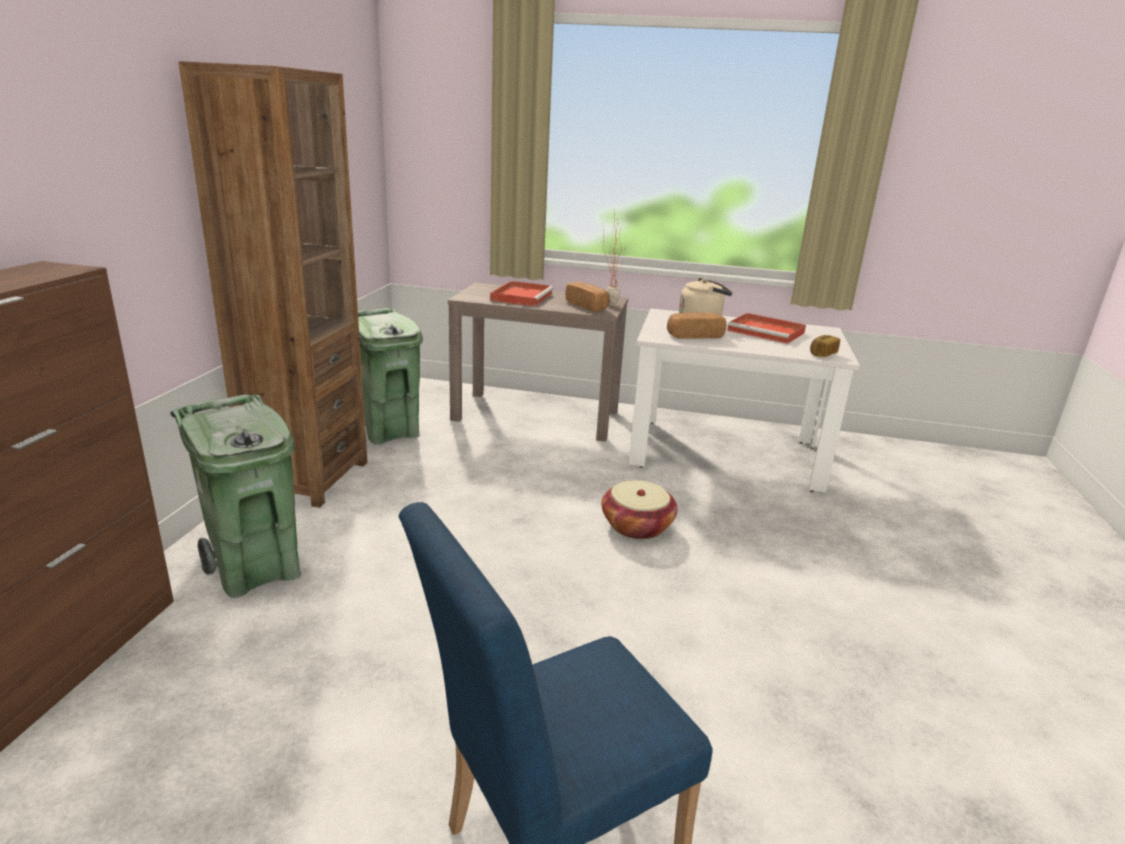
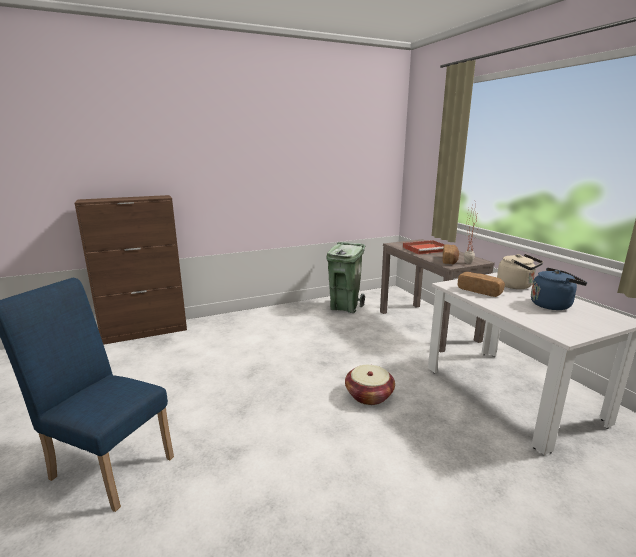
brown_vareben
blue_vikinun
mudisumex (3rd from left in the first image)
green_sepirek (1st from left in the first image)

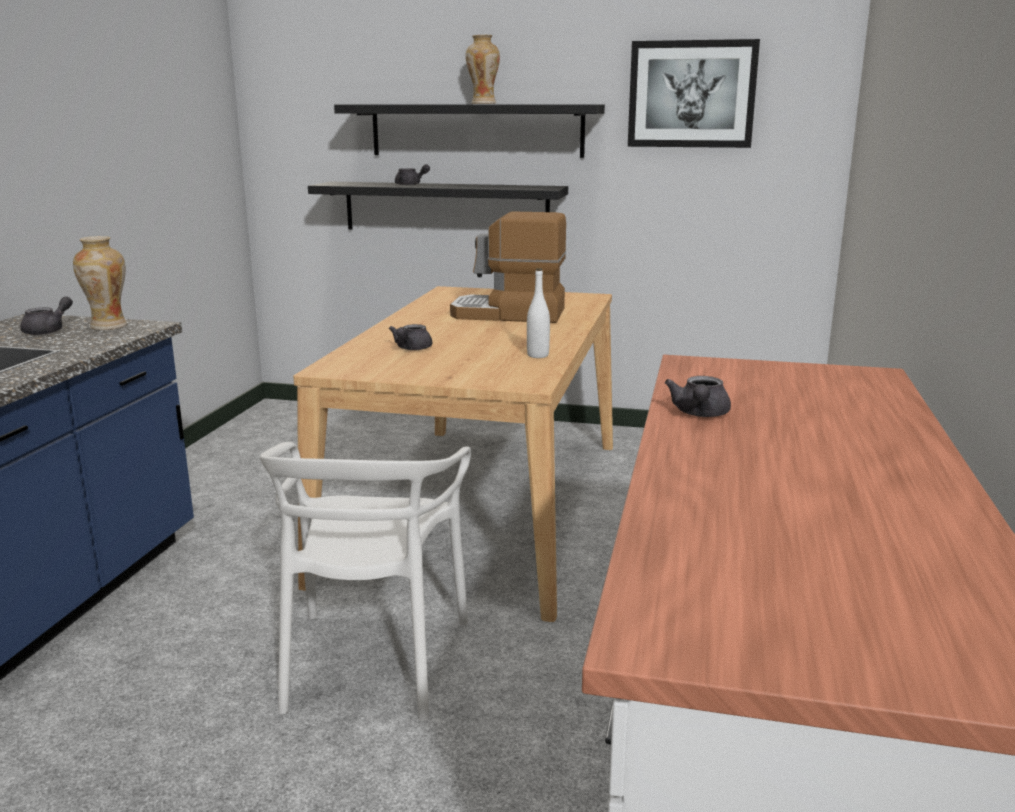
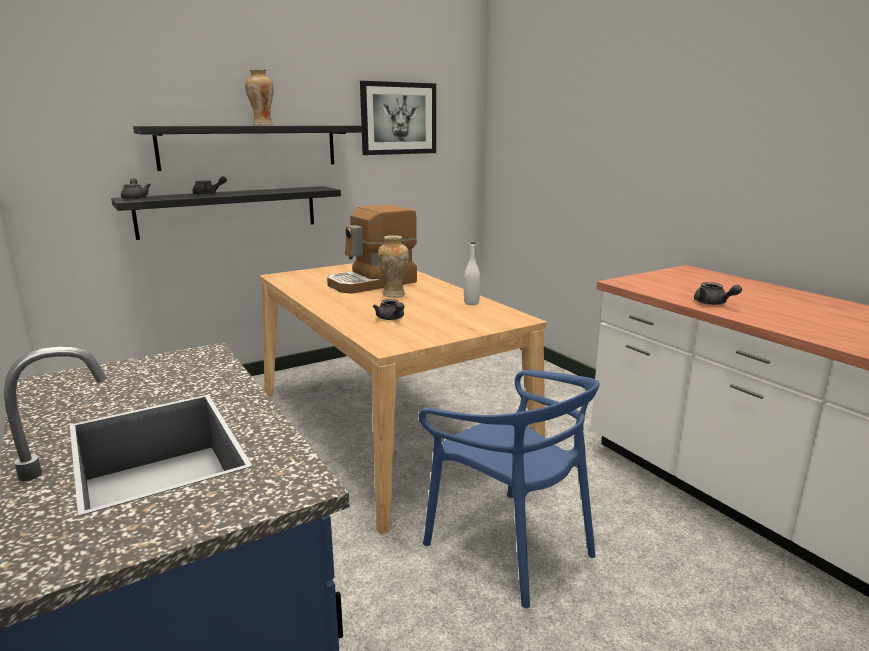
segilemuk (2nd from left)
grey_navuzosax (1st from left)
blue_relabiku

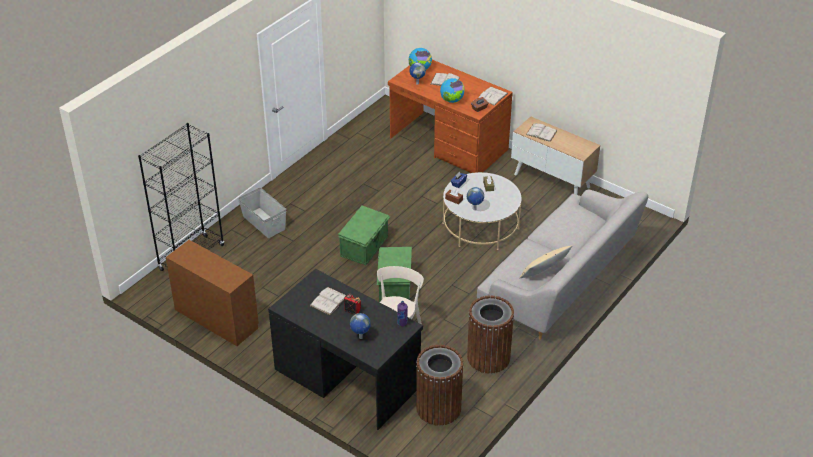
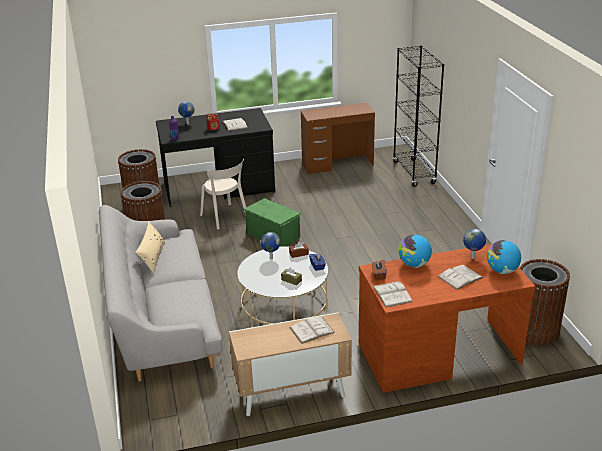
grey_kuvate
green_kuvate (1st from left in the first image)
brown_sepirek (3rd from left)

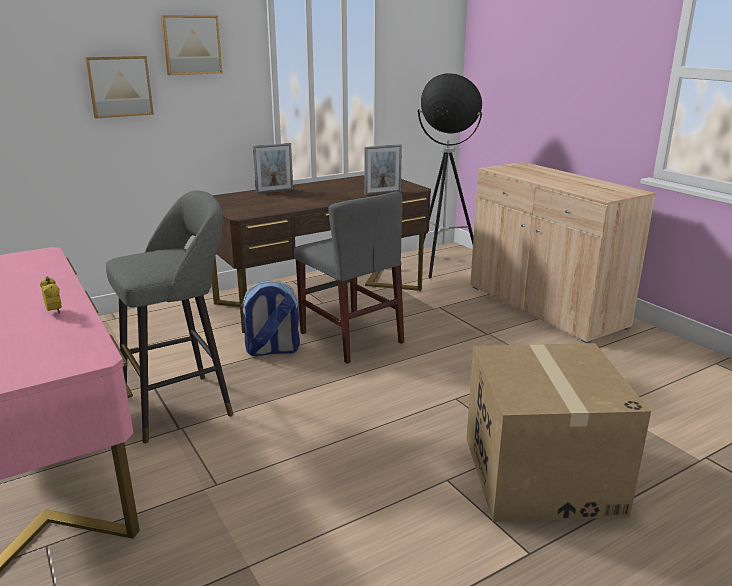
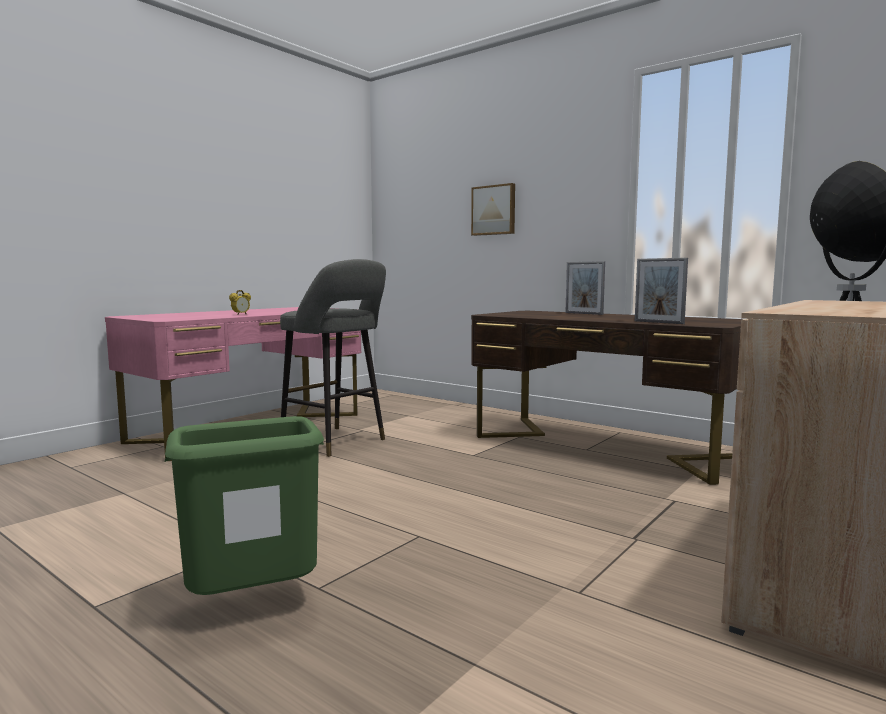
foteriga (2nd from left in the first image)
grey_relabiku
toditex
green_sepirek

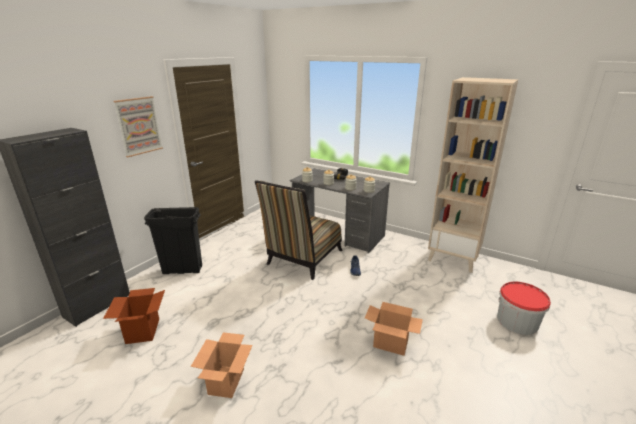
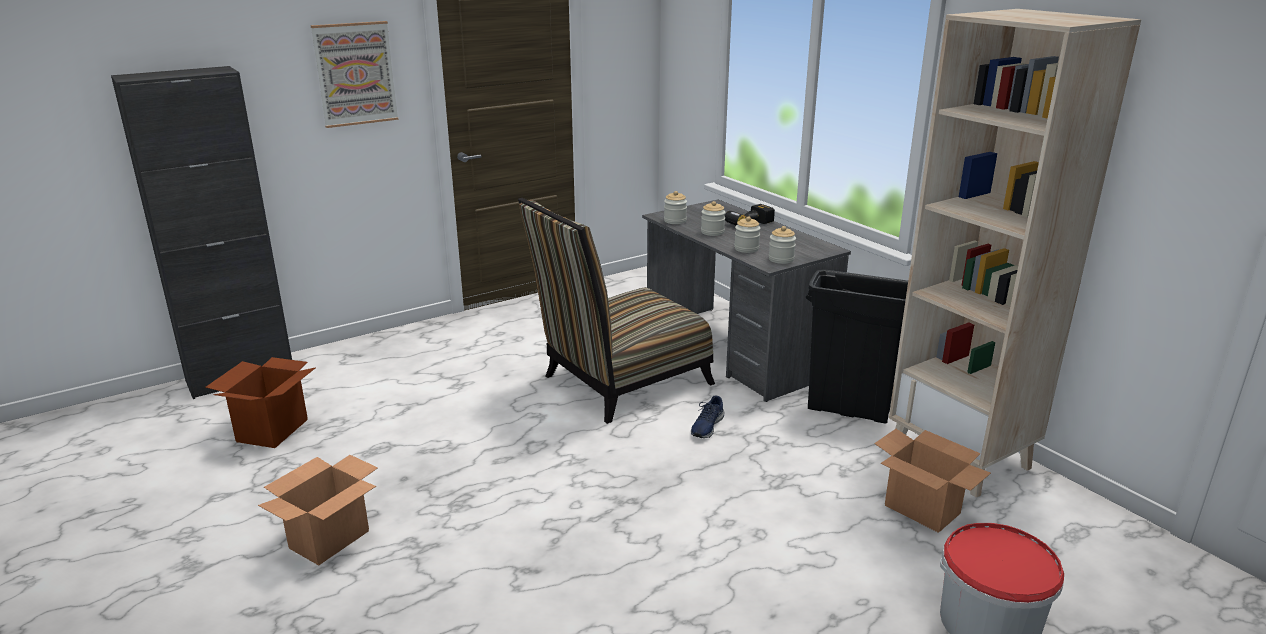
black_sepirek
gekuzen (3rd from left)

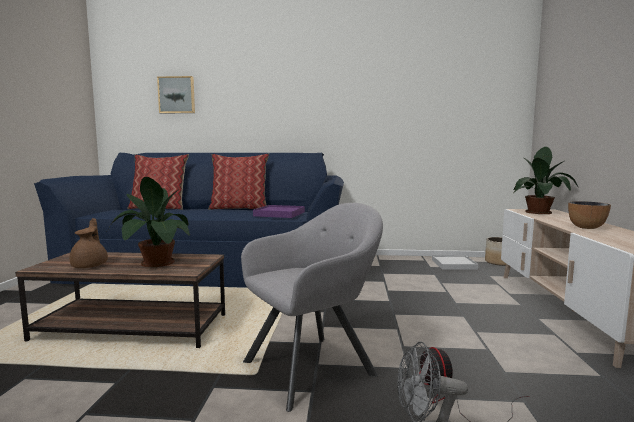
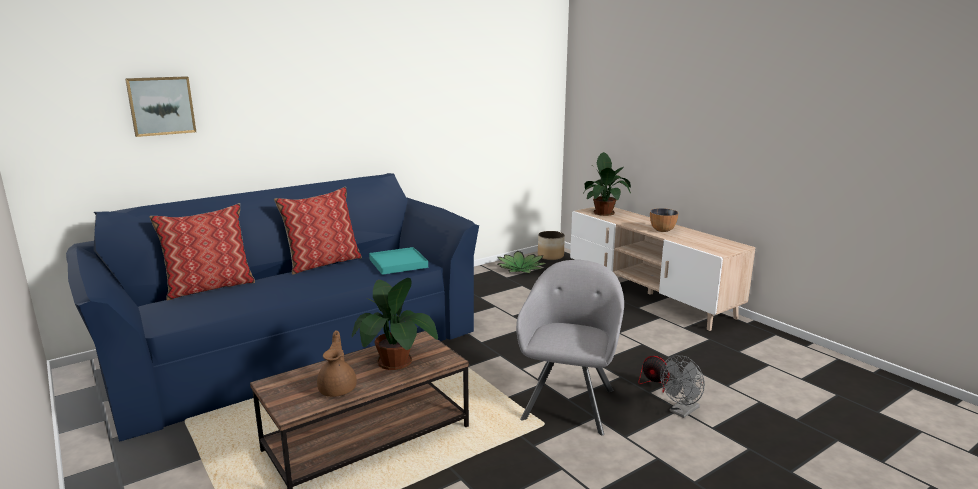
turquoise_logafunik
brown_navuzosax
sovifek (2nd from left)

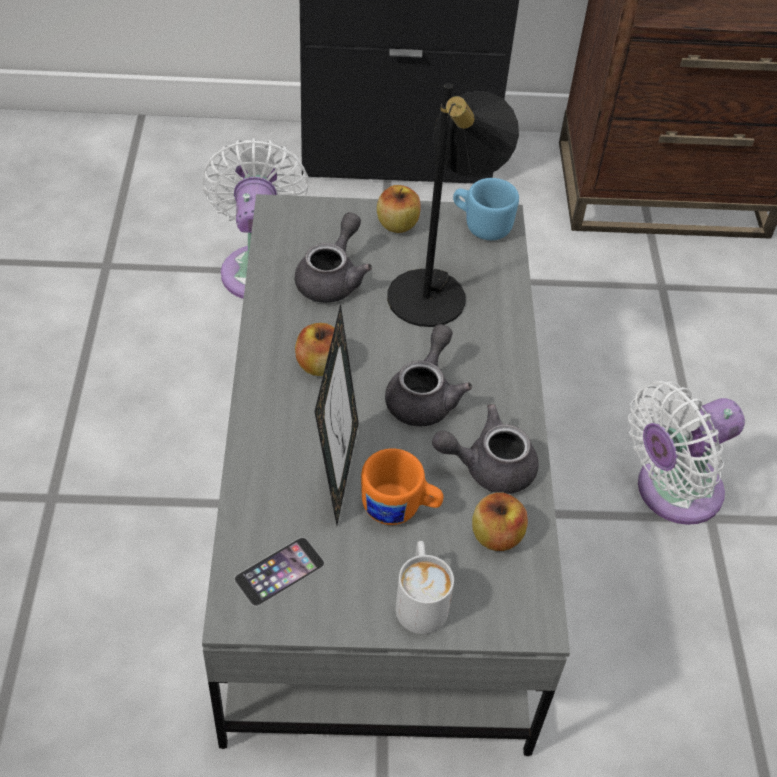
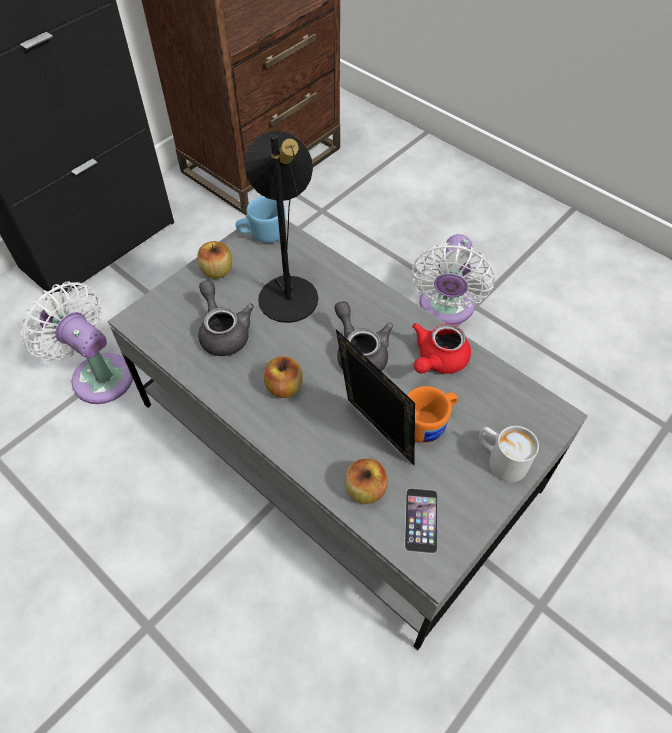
red_navuzosax
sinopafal (3rd from left)

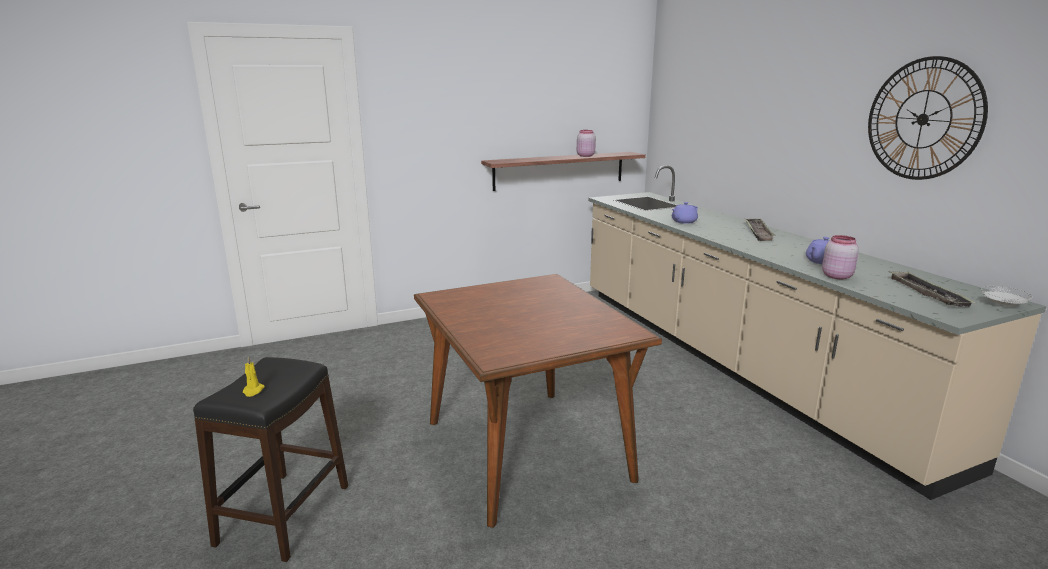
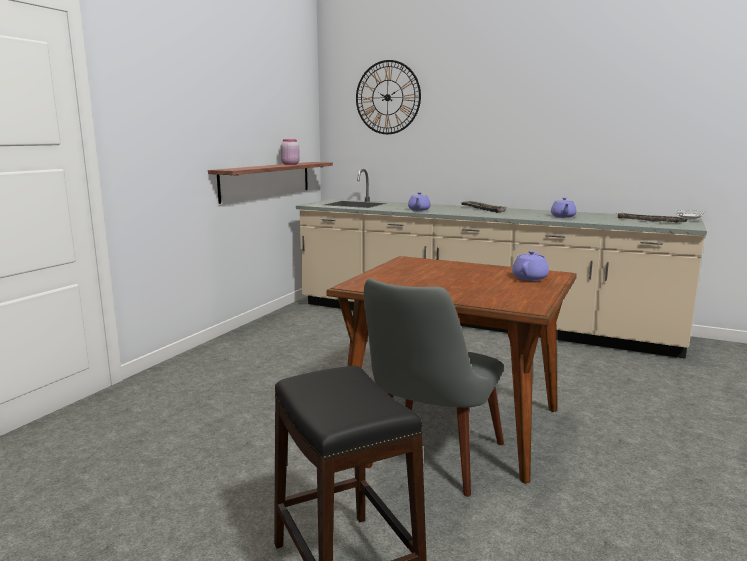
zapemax
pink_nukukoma (2nd from left in the first image)
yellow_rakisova
purple_navuzosax (2nd from left)
grey_relabiku

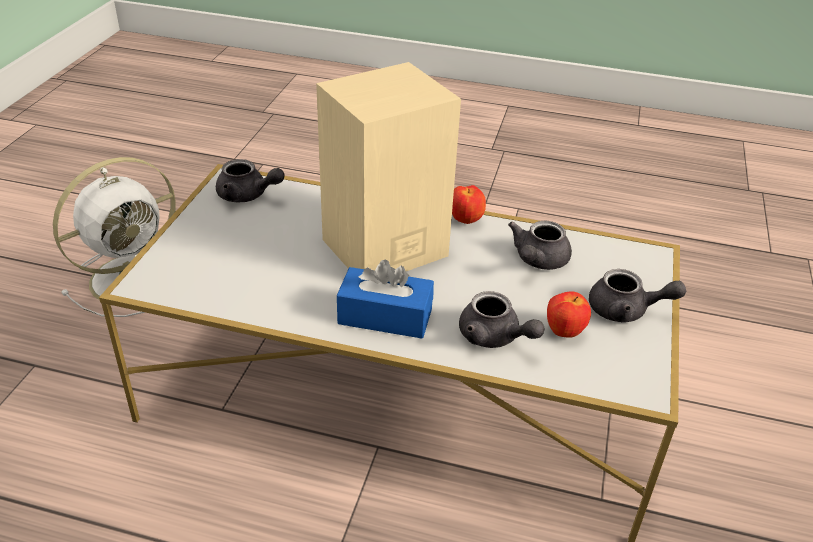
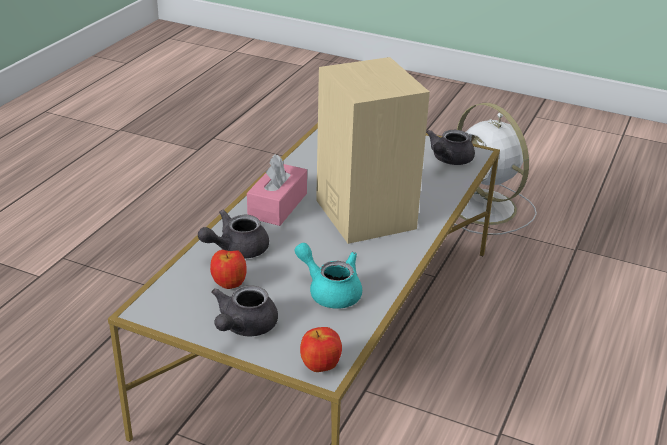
sinopafal (2nd from left)
turquoise_navuzosax
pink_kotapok

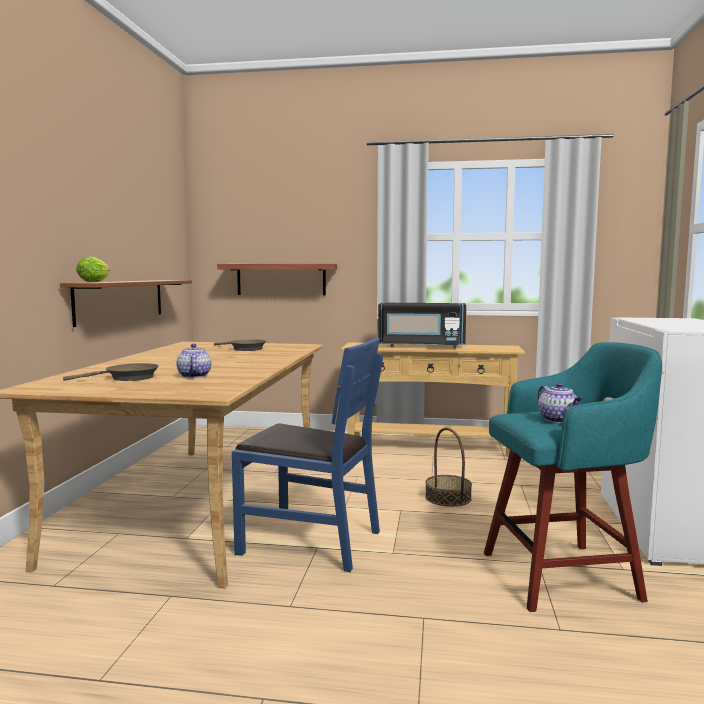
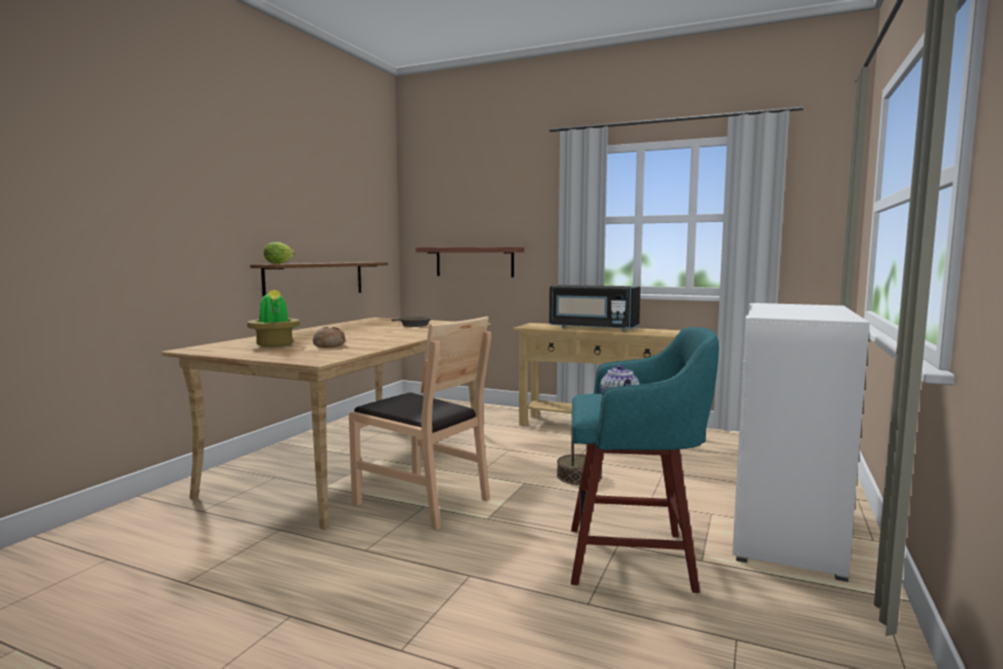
brown_relabiku
mudisumex
sovifek

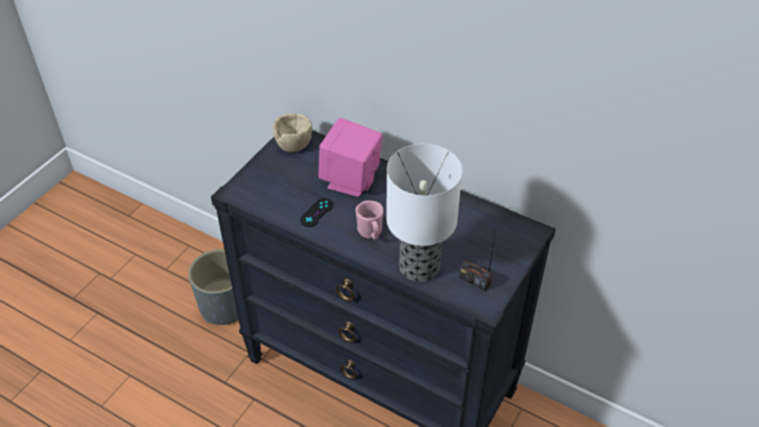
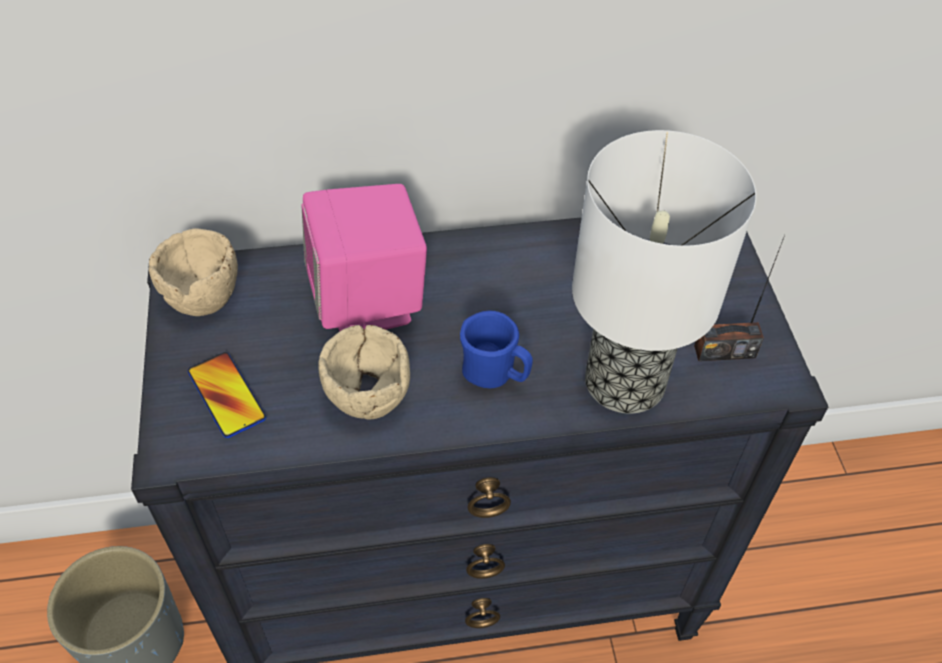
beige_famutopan (2nd from left)
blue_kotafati
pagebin

